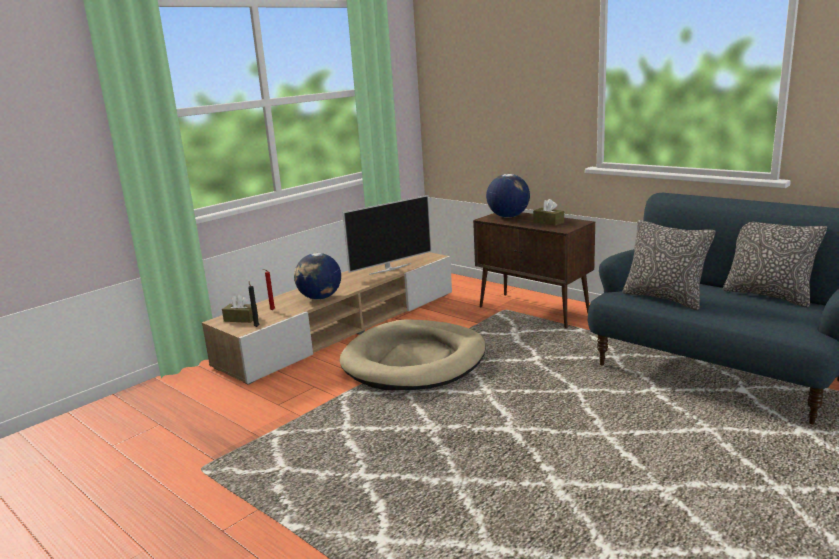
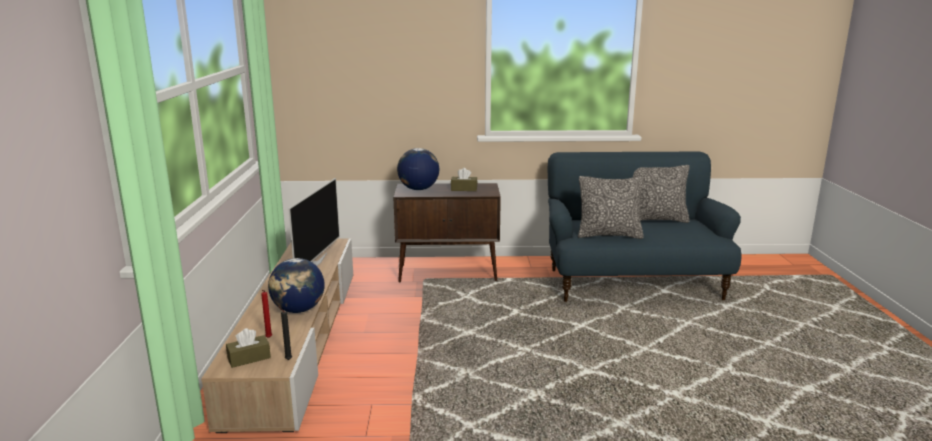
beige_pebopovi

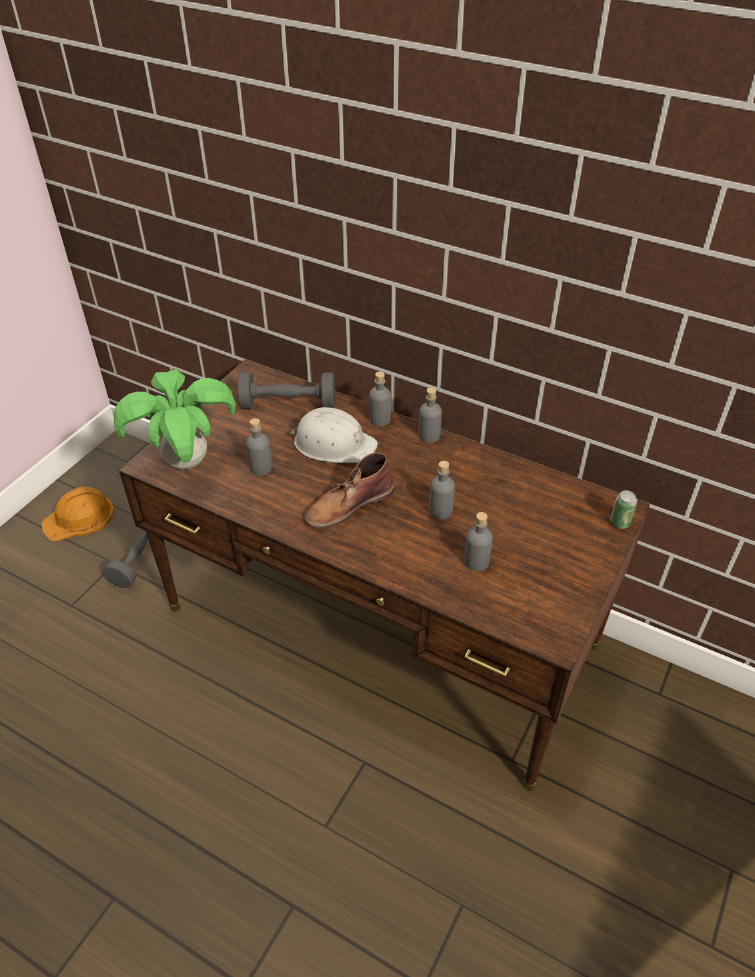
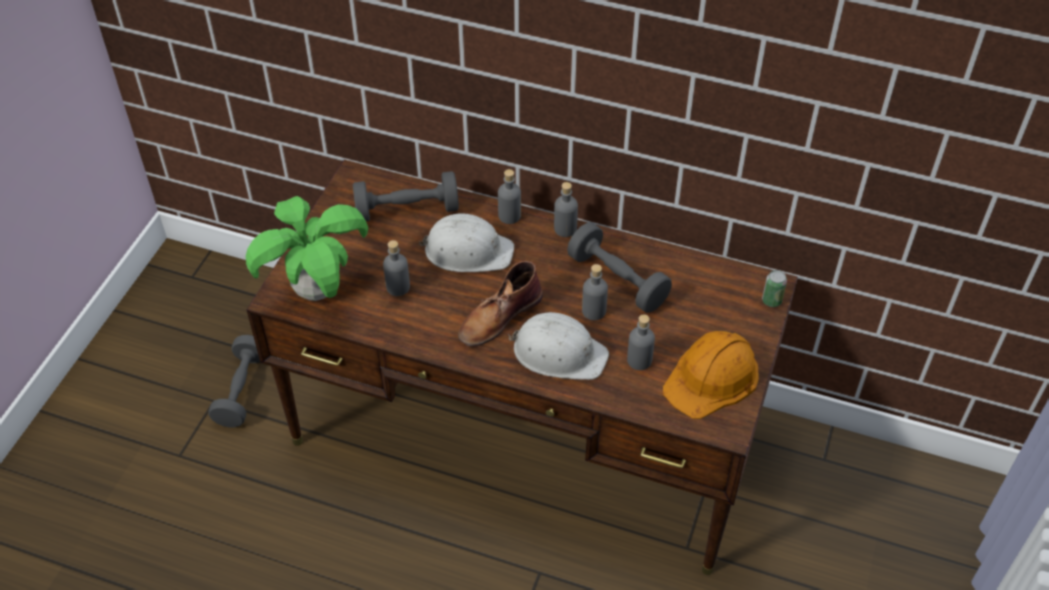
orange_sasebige
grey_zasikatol (3rd from left)
white_sasebige (2nd from left)

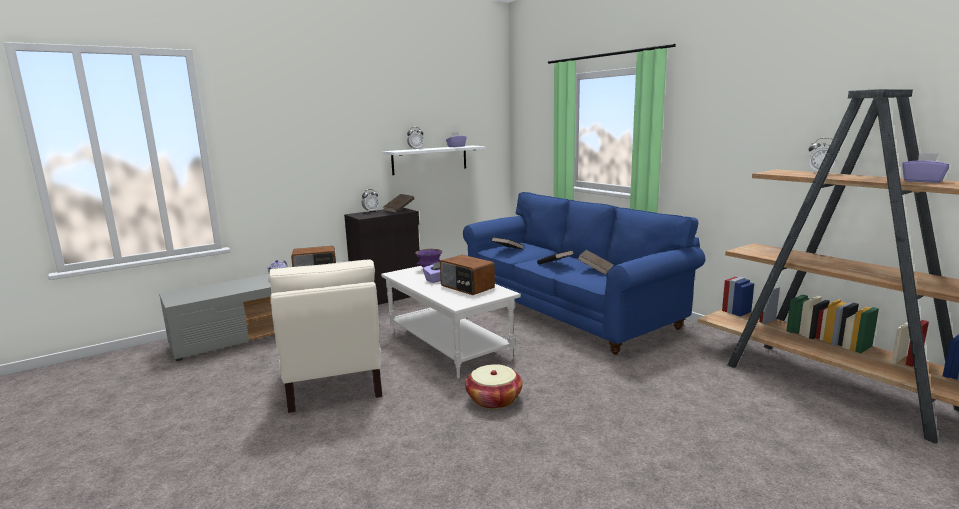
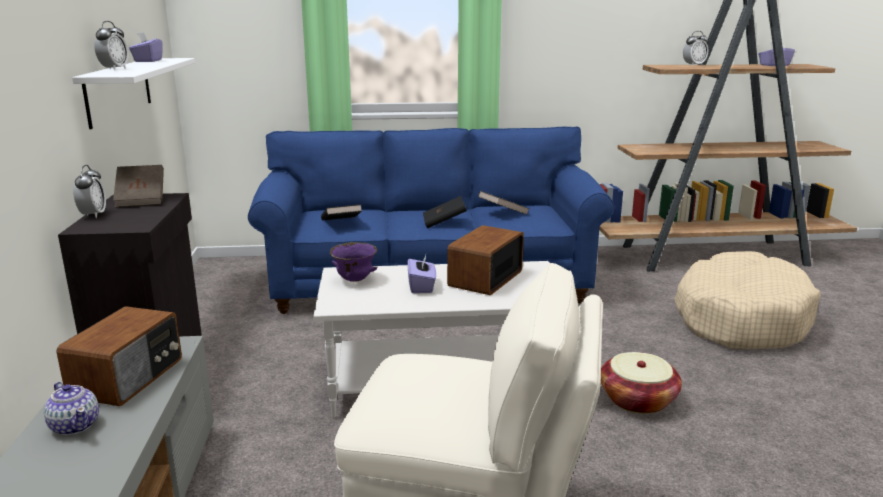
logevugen (2nd from left)
beige_pebopovi

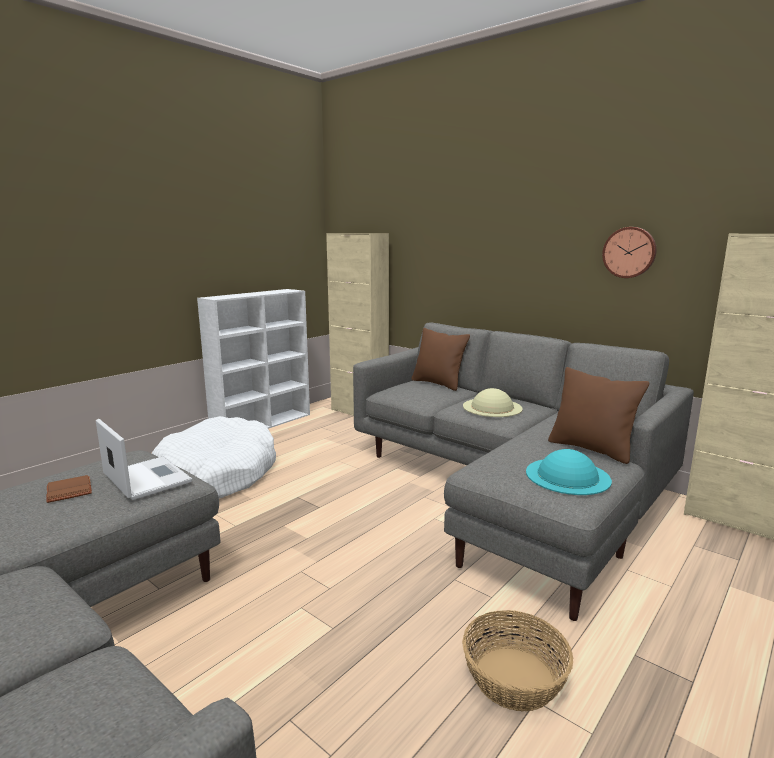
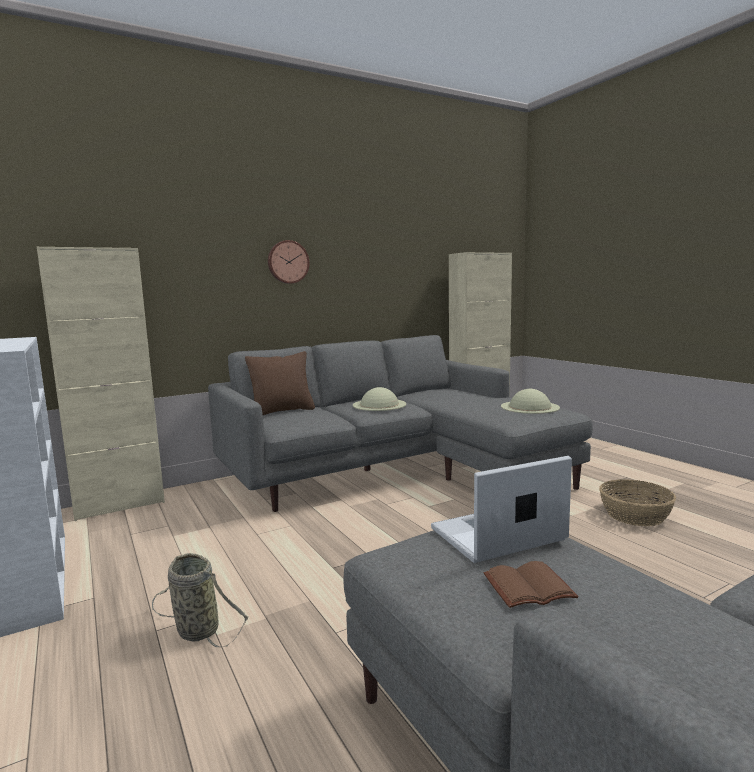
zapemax
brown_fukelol (2nd from left in the first image)
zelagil (1st from left)
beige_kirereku (2nd from left)

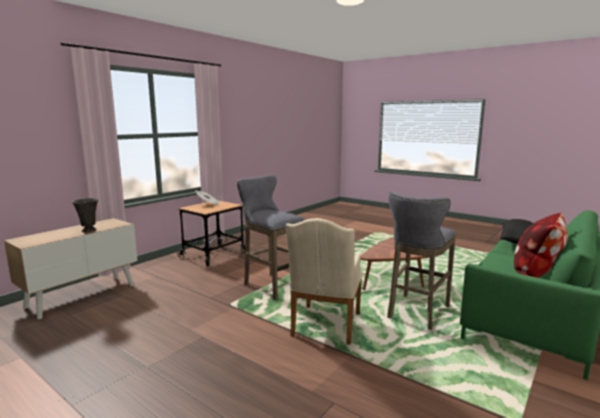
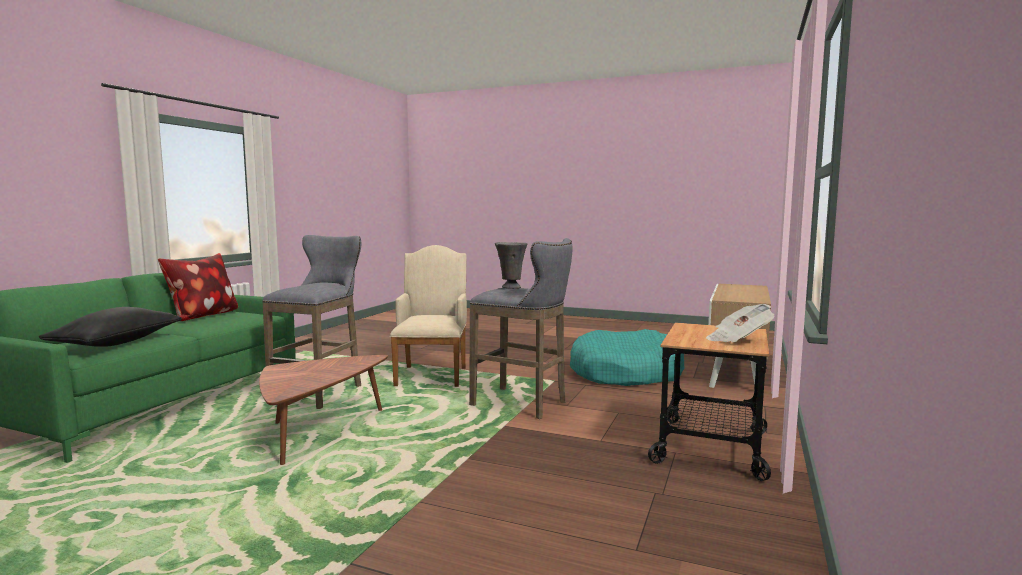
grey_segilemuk
turquoise_pebopovi

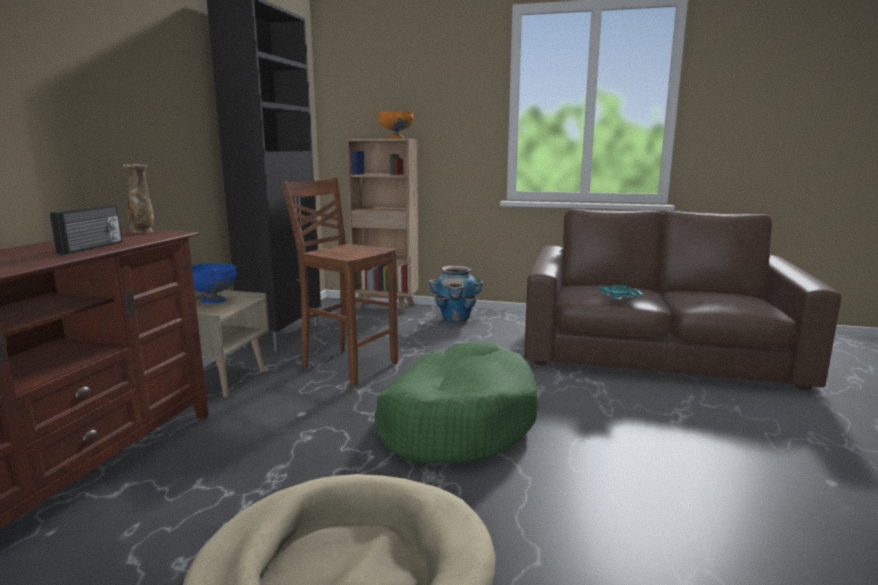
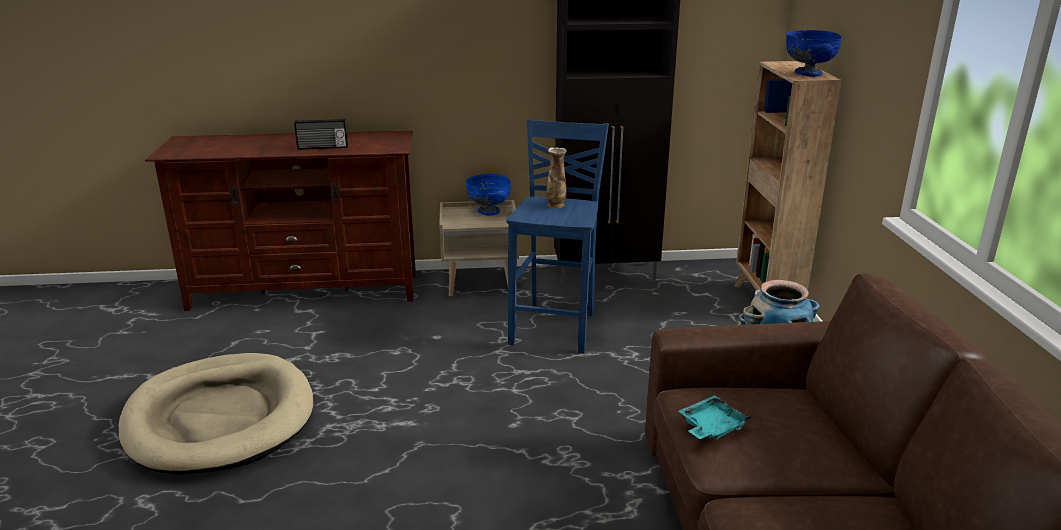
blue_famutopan (2nd from left)
segilemuk
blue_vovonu
green_pebopovi

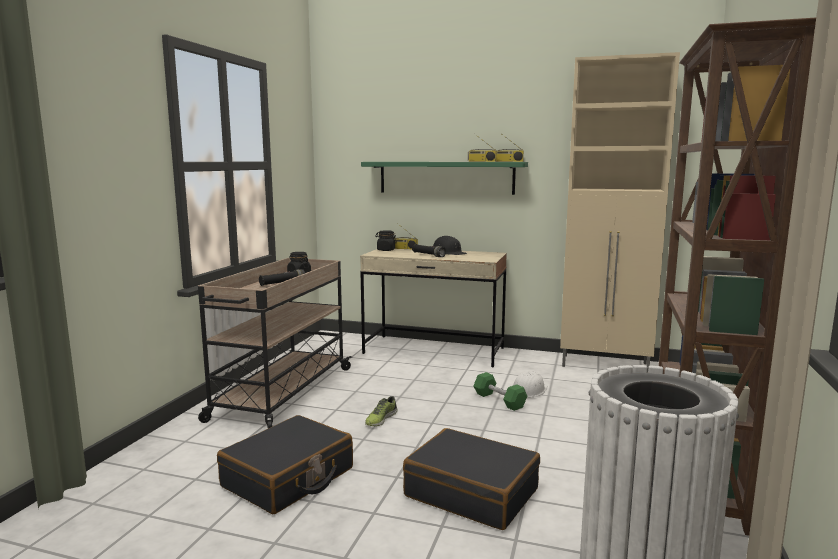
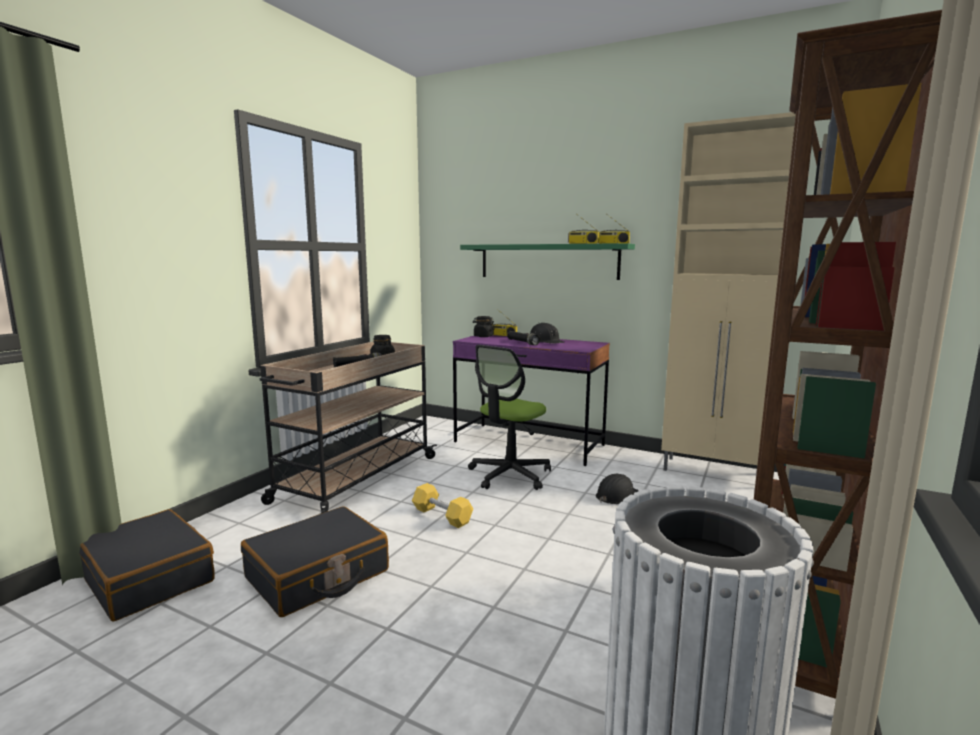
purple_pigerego
black_sasebige (2nd from left)
green_zasikatol
yellow_zasikatol
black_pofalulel (1st from left)
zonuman

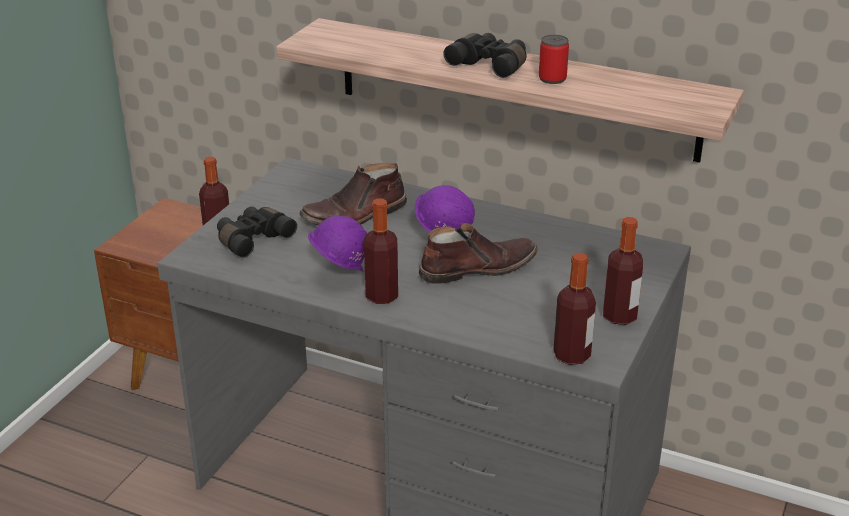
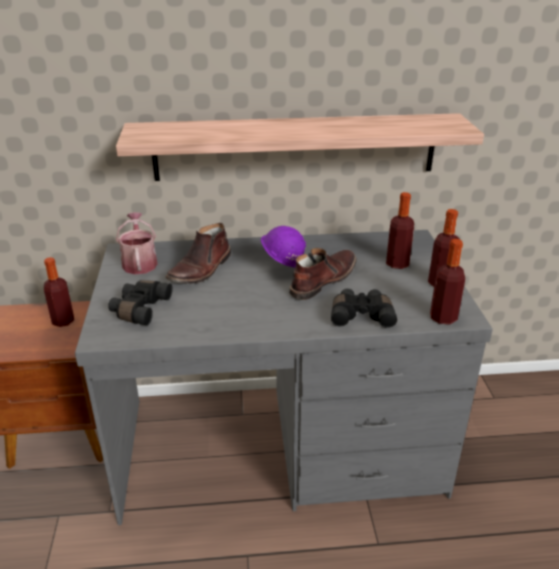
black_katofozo (2nd from left)
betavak
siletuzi (2nd from left)
purple_sasebige (1st from left in the first image)
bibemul

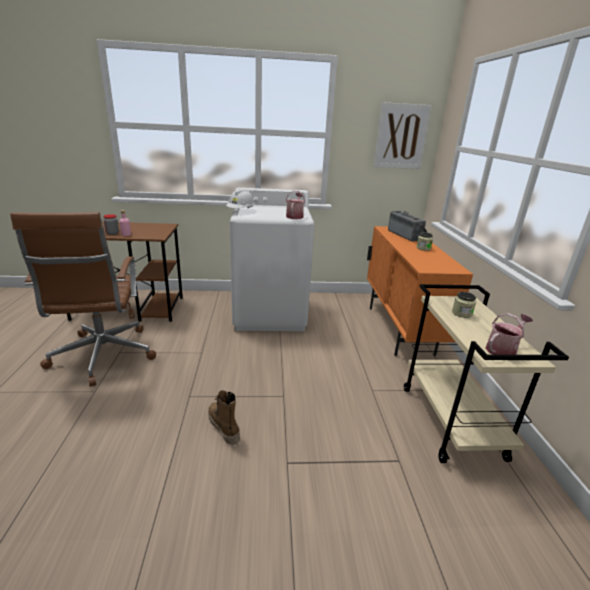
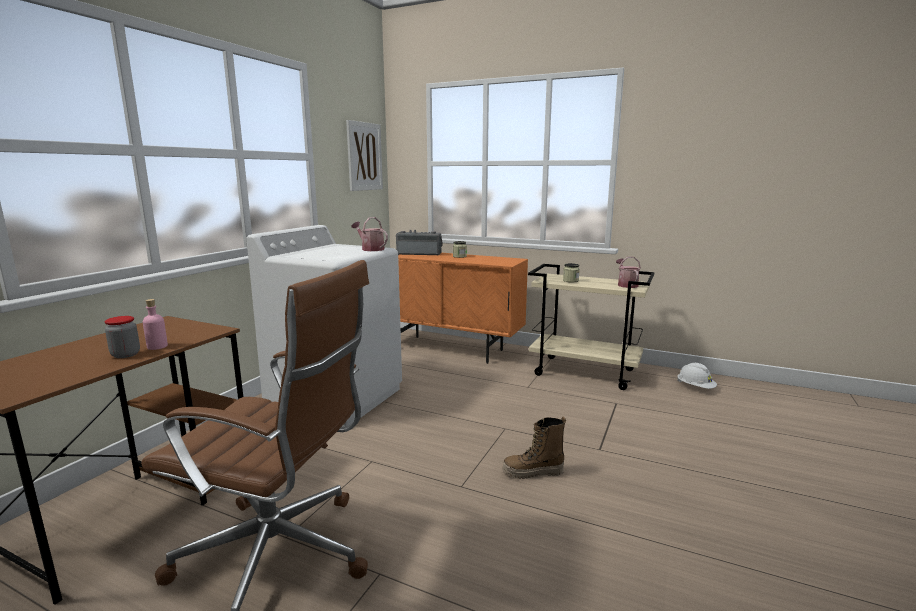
white_sasebige

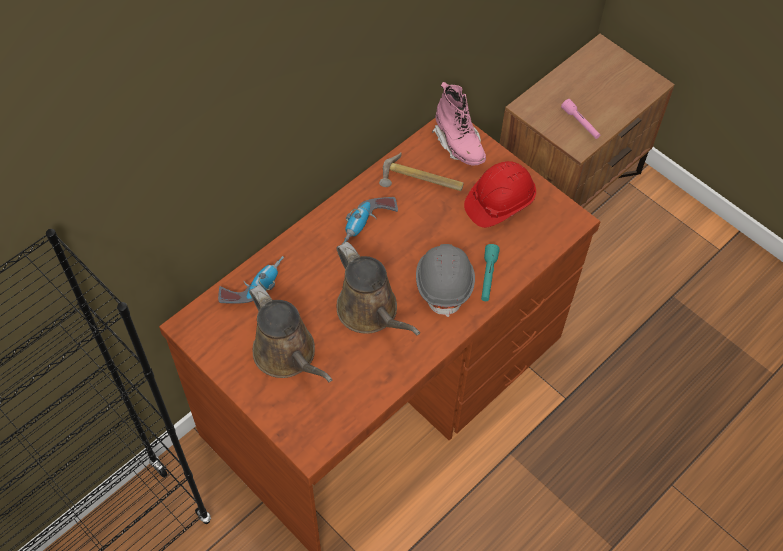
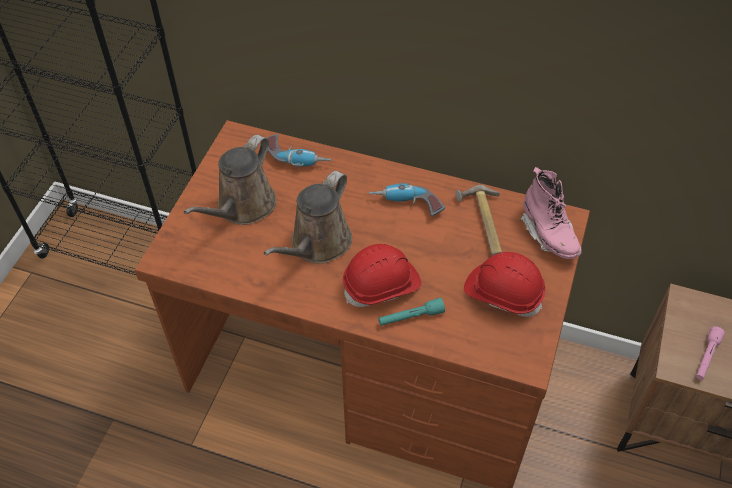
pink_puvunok
red_sasebige (1st from left)

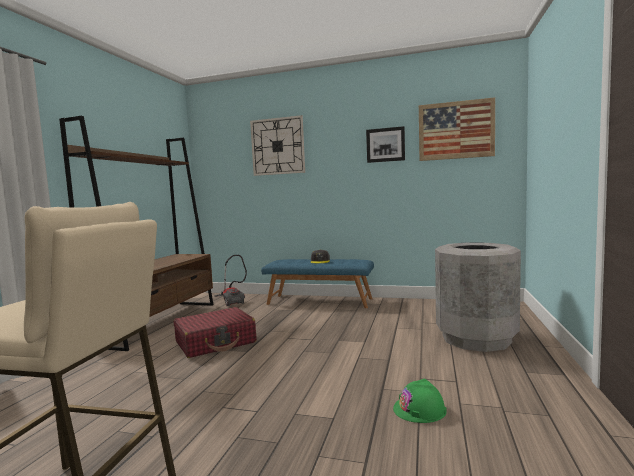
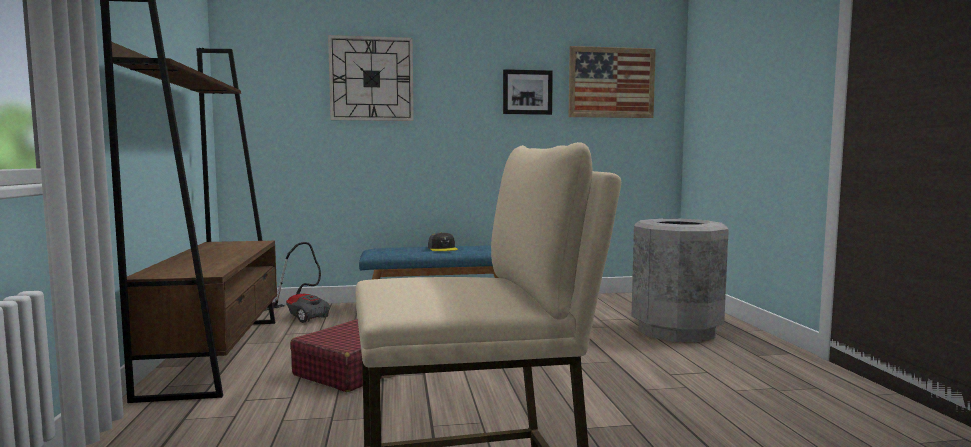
green_sasebige

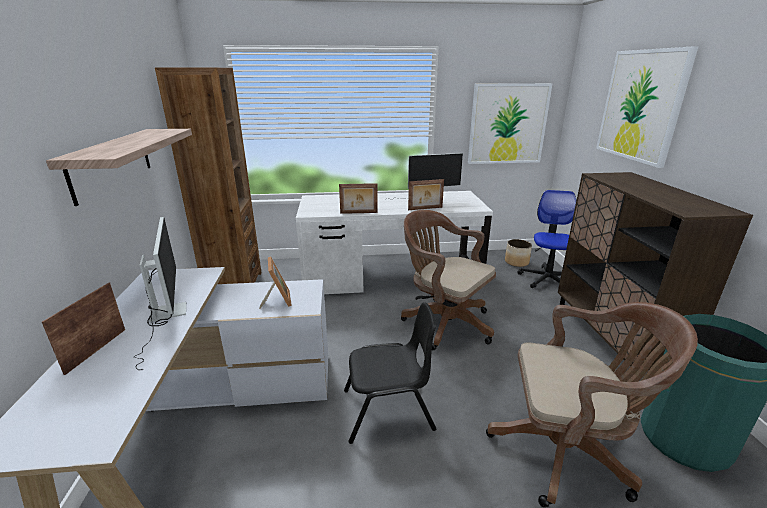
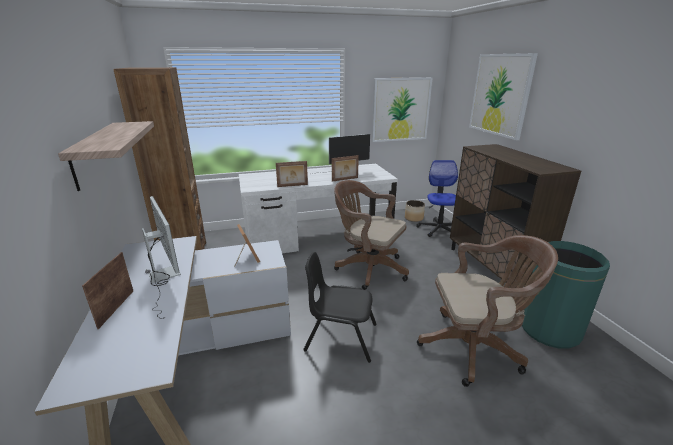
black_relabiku

